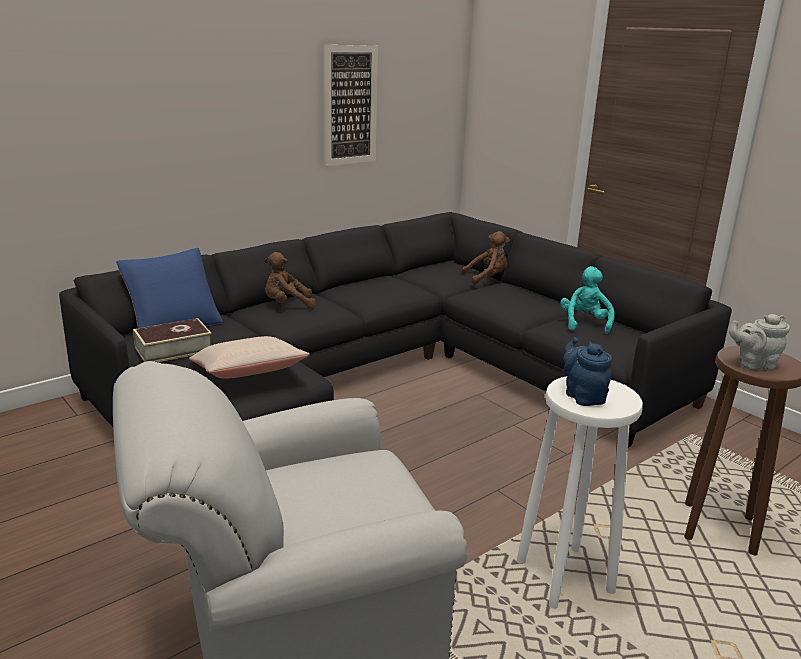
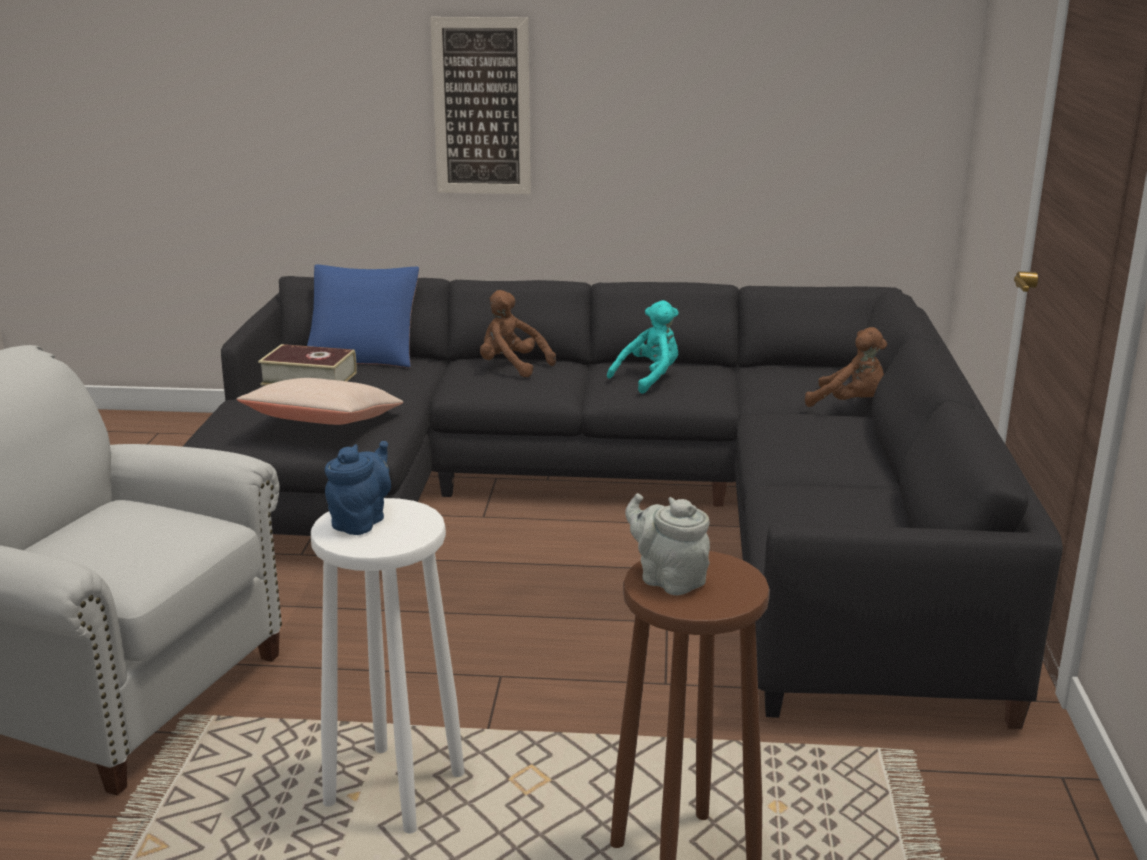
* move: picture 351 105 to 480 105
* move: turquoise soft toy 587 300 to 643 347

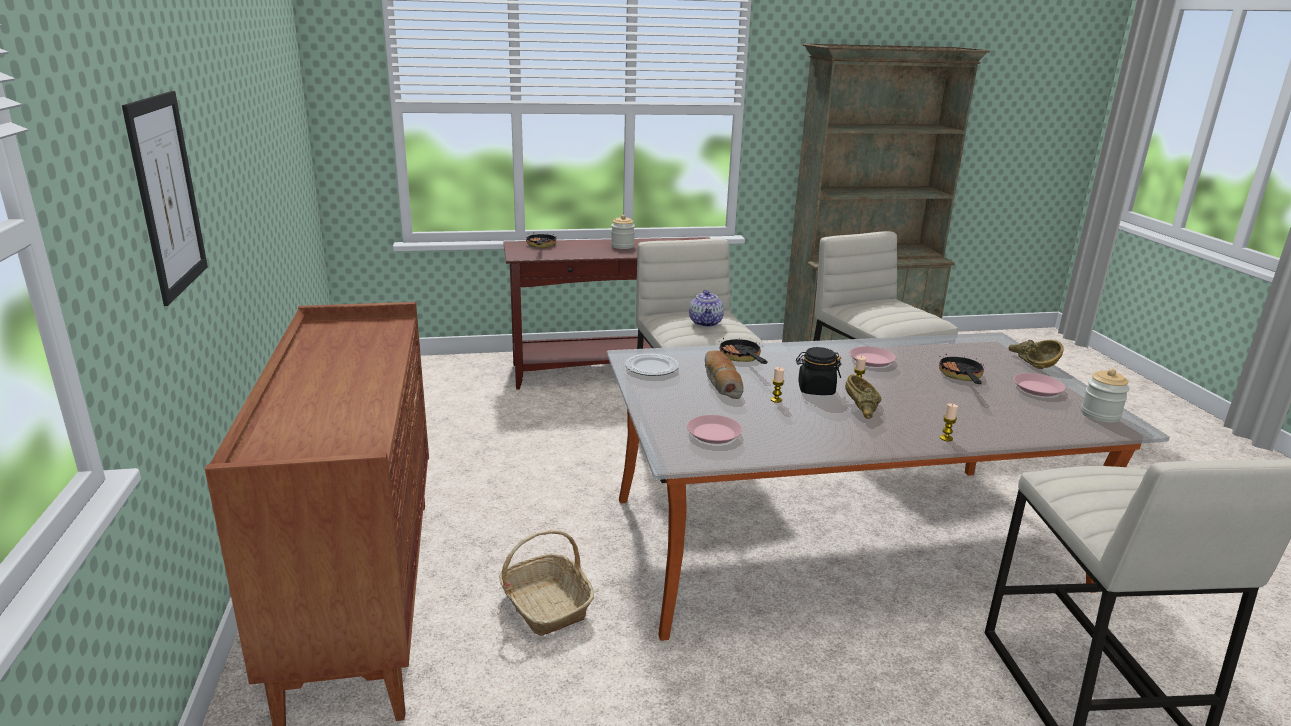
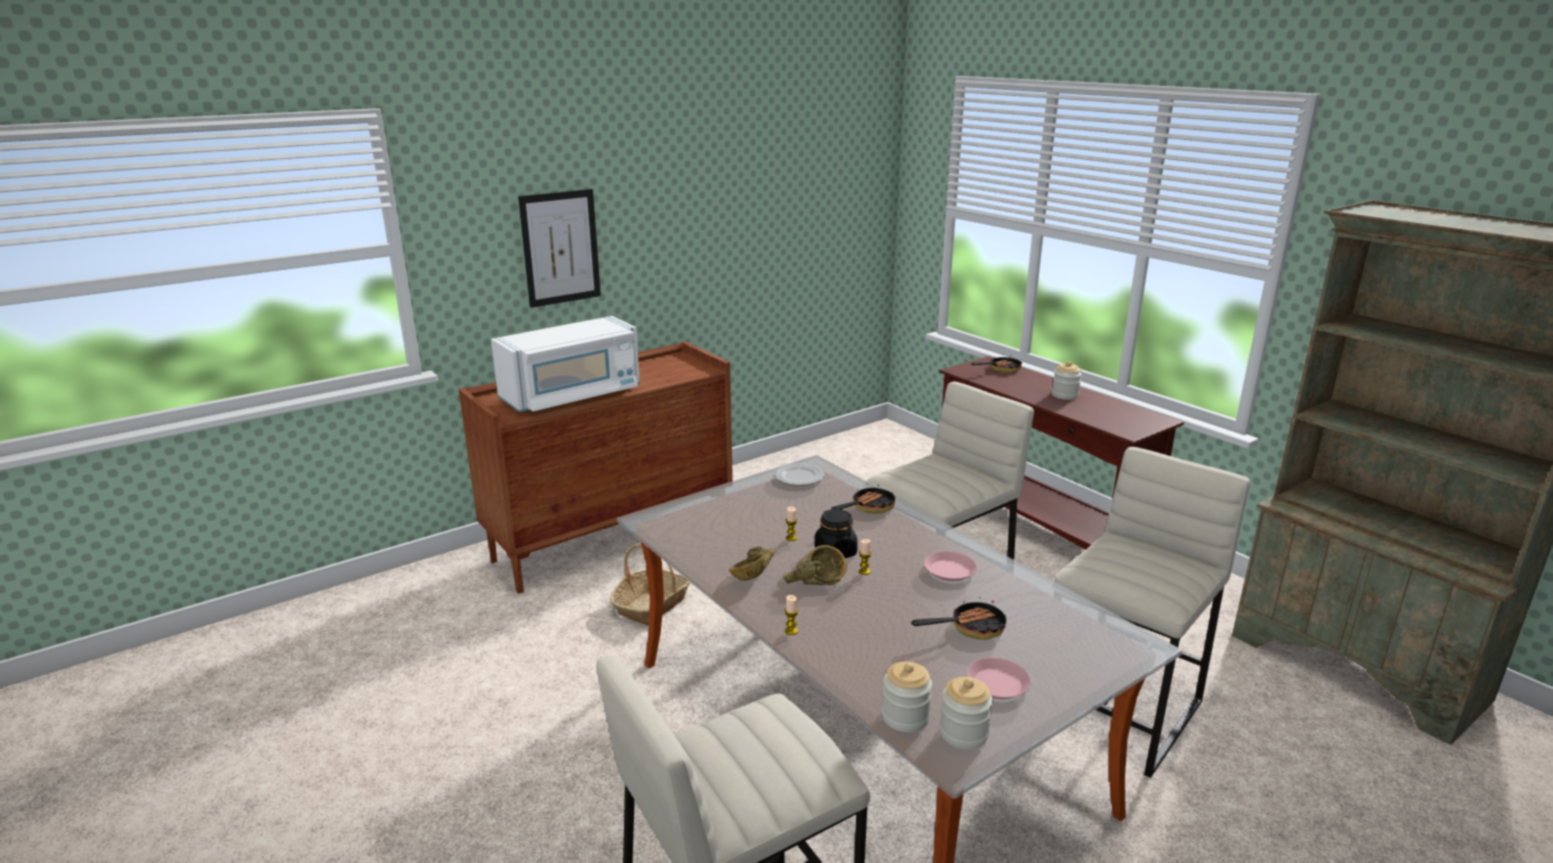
* insert: white microwave 565 364
* move: brown-coloured bowl 1036 354 to 751 563
* insert: storage jar 907 696
* delete: pink-coloured dinner plate 714 429
* delete: pot for tea 706 308
* delete: bread 724 374

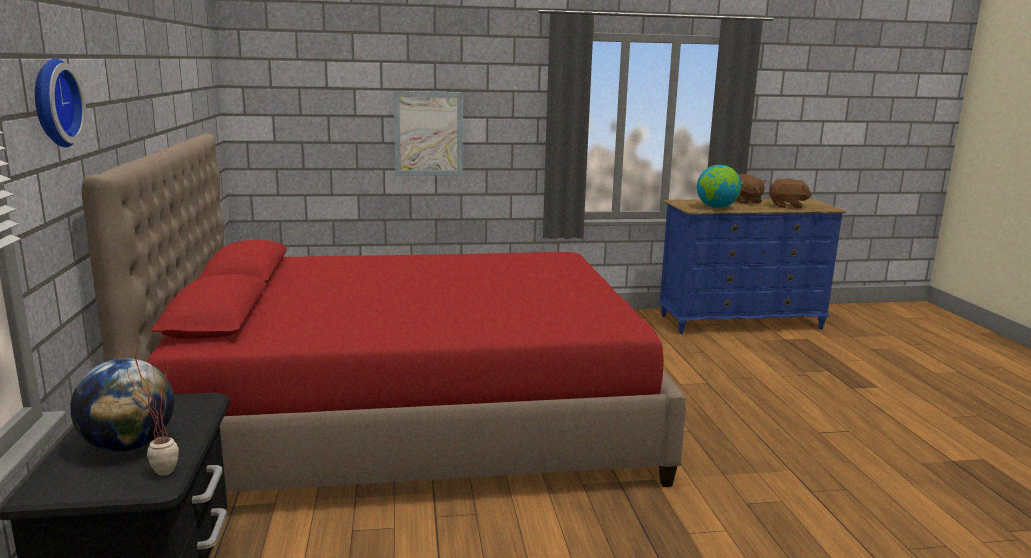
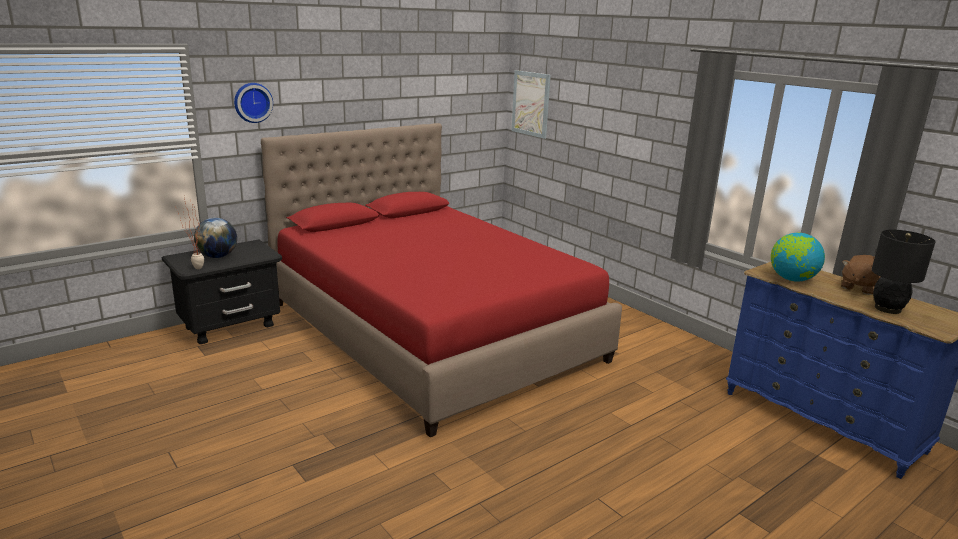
* move: picture 428 133 to 531 104
* replace: brown-coloured soft toy 790 193 to black table lamp 903 272

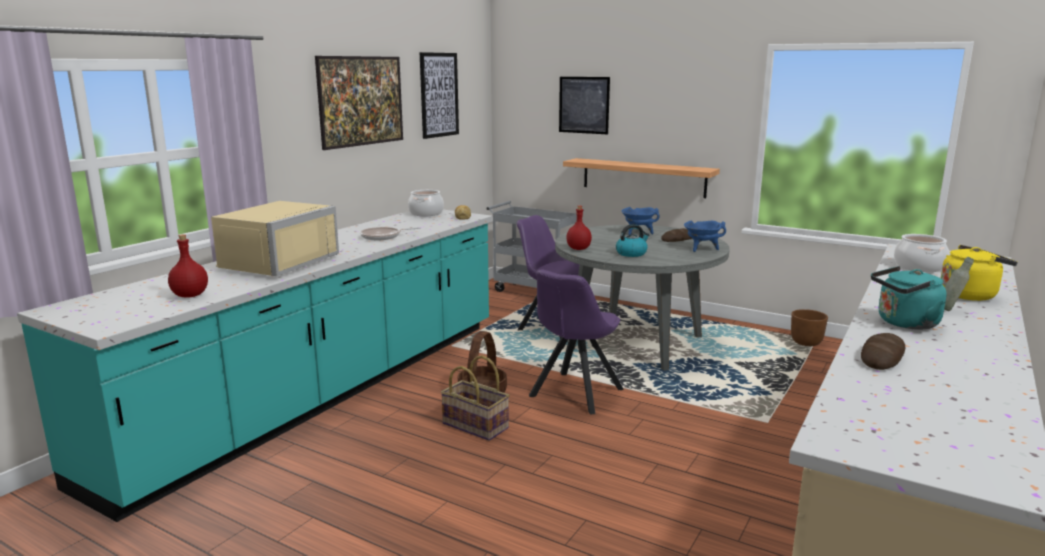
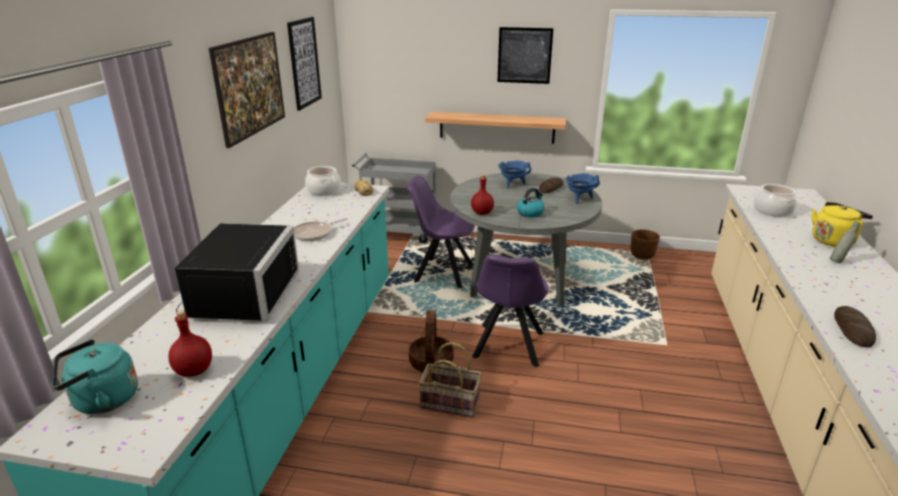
* move: turquoise tea kettle 909 298 to 95 377
* recolor: beige-coloured microwave 275 238 to black microwave 237 272
* move: picture 584 105 to 525 55

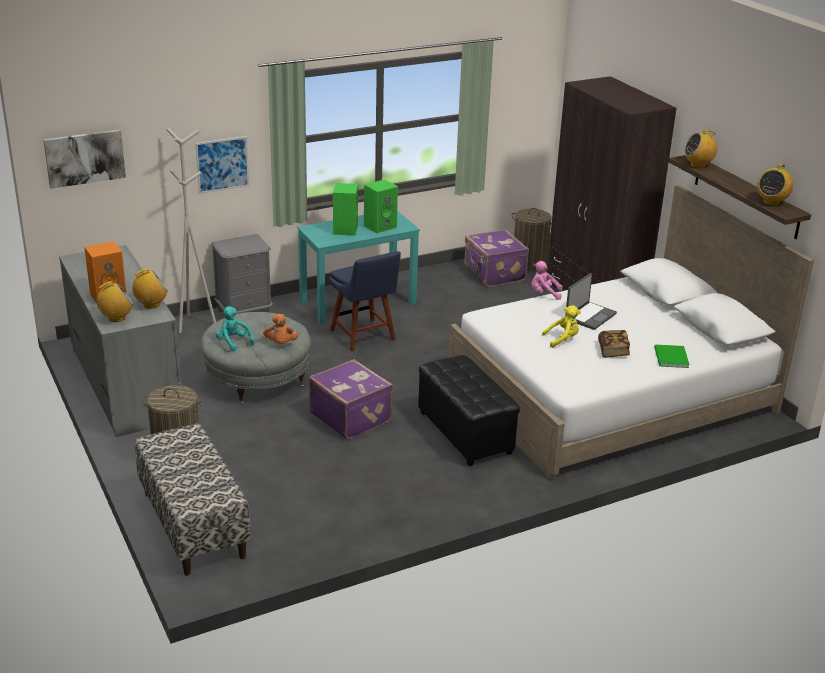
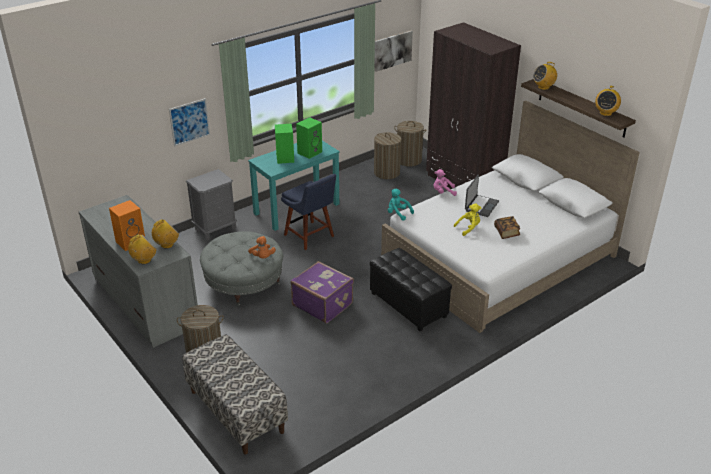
* move: picture 84 159 to 393 51
* replace: purple travel case 496 258 to hamper 387 155
* move: turquoise soft toy 234 328 to 401 205
* delete: gray garment stand 191 230
* delete: greenish bound book 672 356

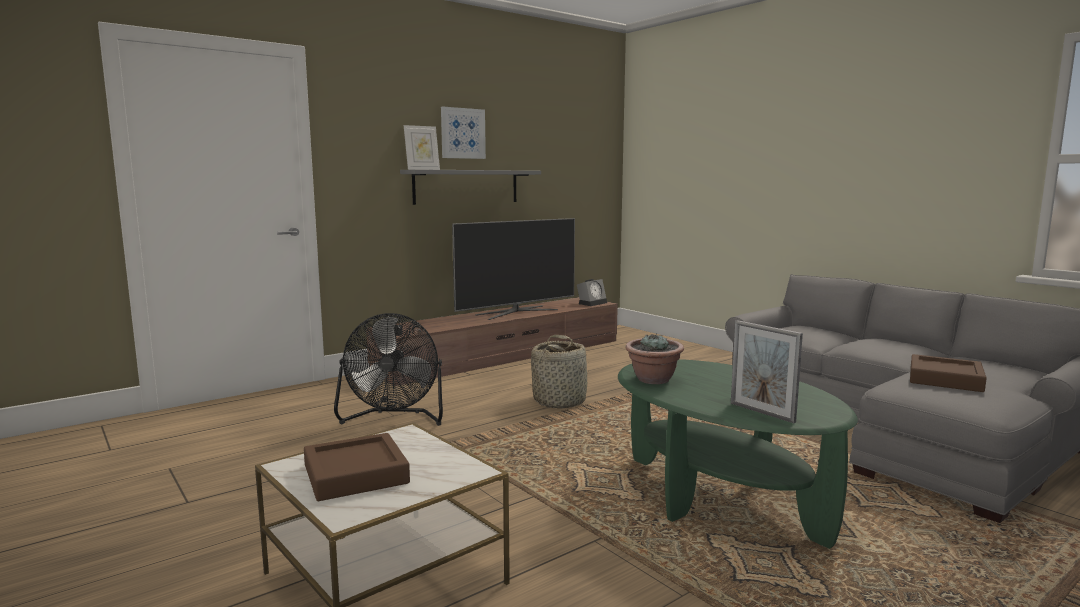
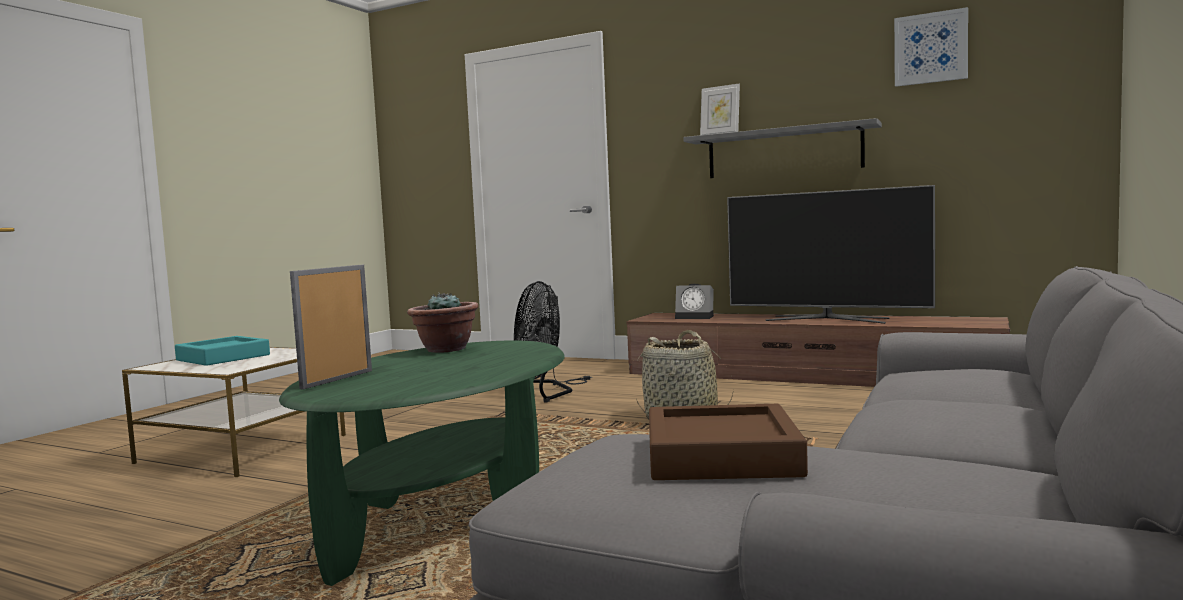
* recolor: brown-coloured carrying tray 357 467 to turquoise carrying tray 222 351
* move: bedside clock 592 292 to 694 301
* move: picture 463 133 to 931 47

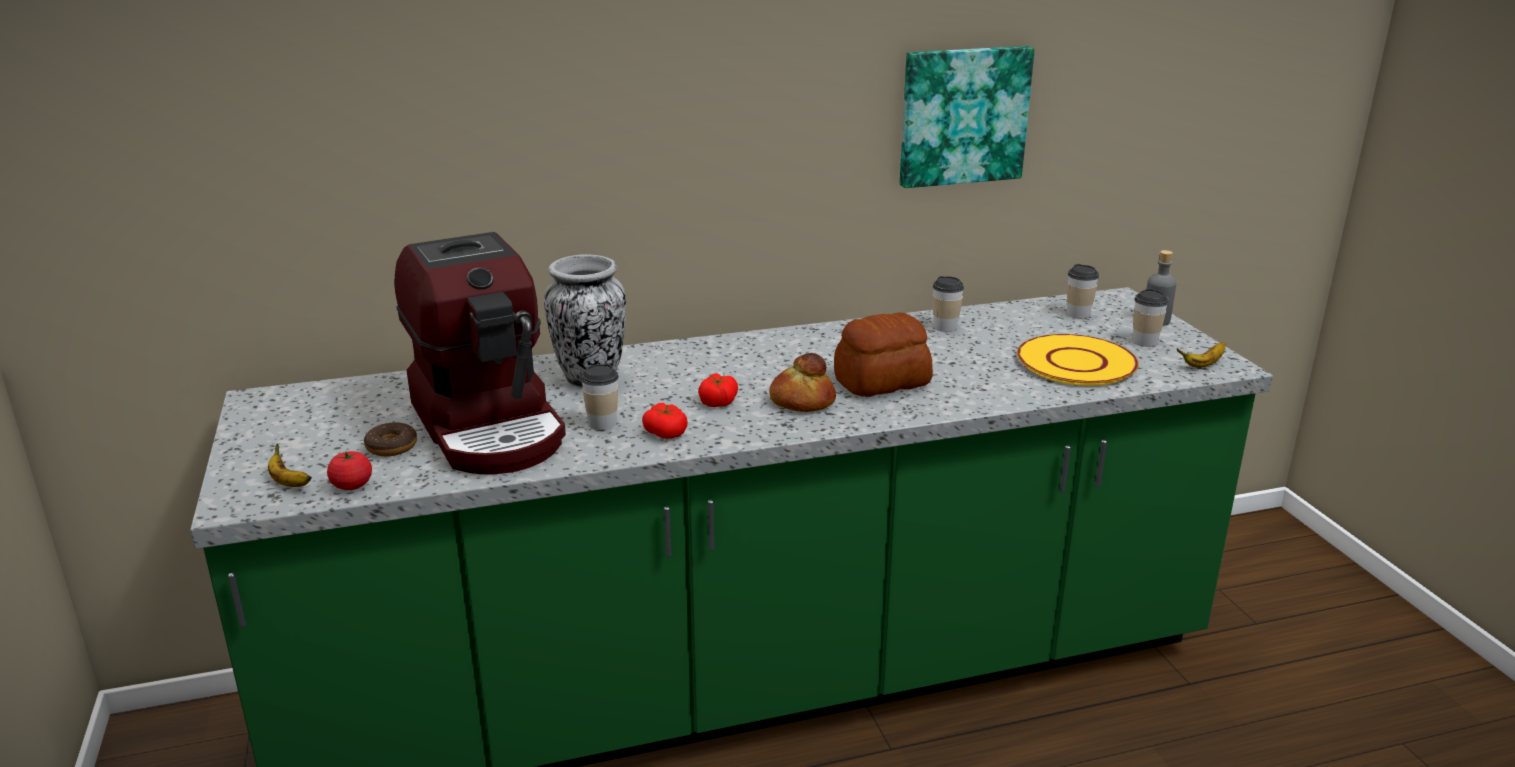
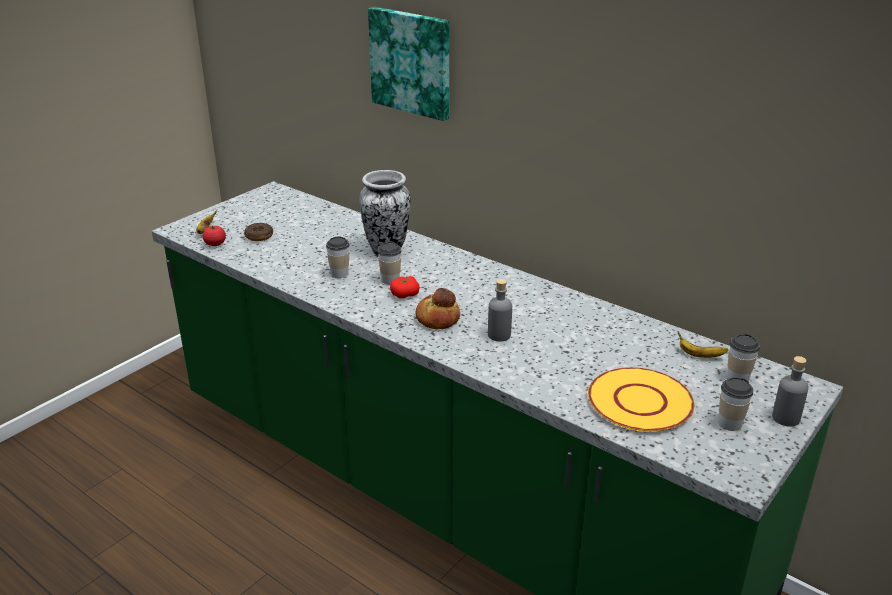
* move: picture 967 117 to 408 64
* move: small cup 948 304 to 389 262
* replace: bread 883 354 to gray drink bottle 500 310
* move: banana fruit 1201 355 to 702 344
* delete: coffee brewer 480 353
* delete: fresh tomato 665 421

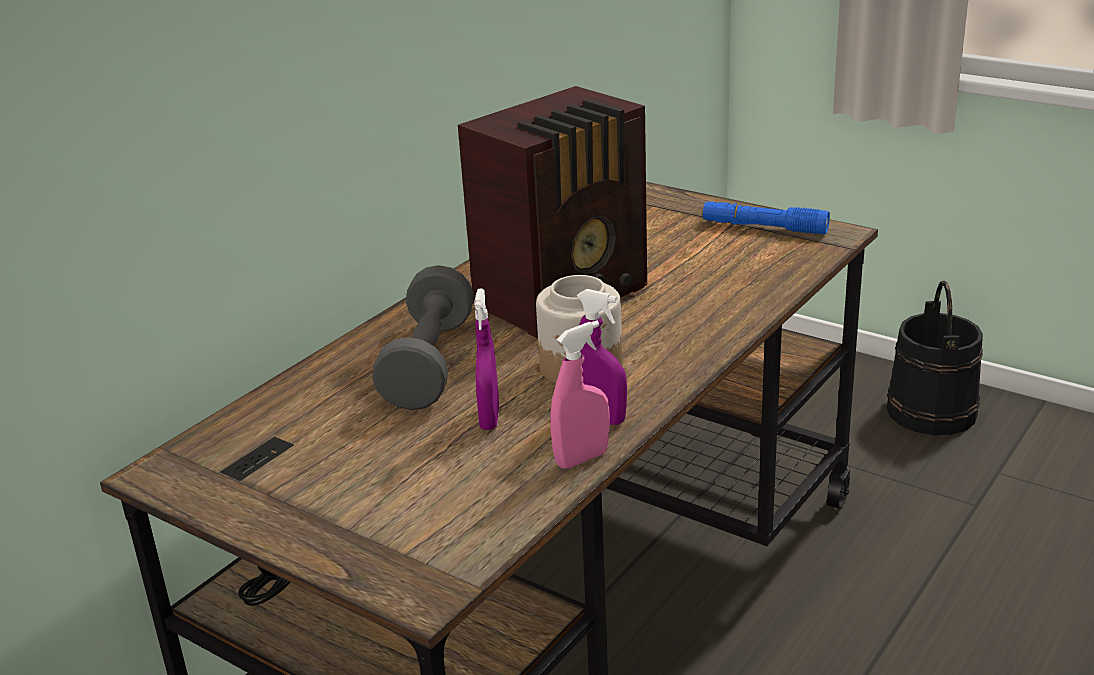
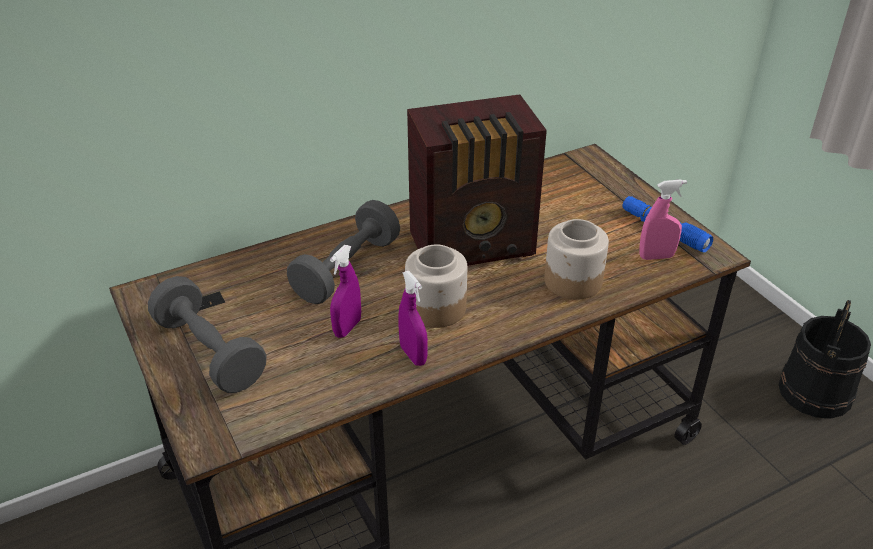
* insert: gray hand weight 207 334
* insert: storage jar 576 259
* move: pink-coloured sprayer 580 394 to 663 219

